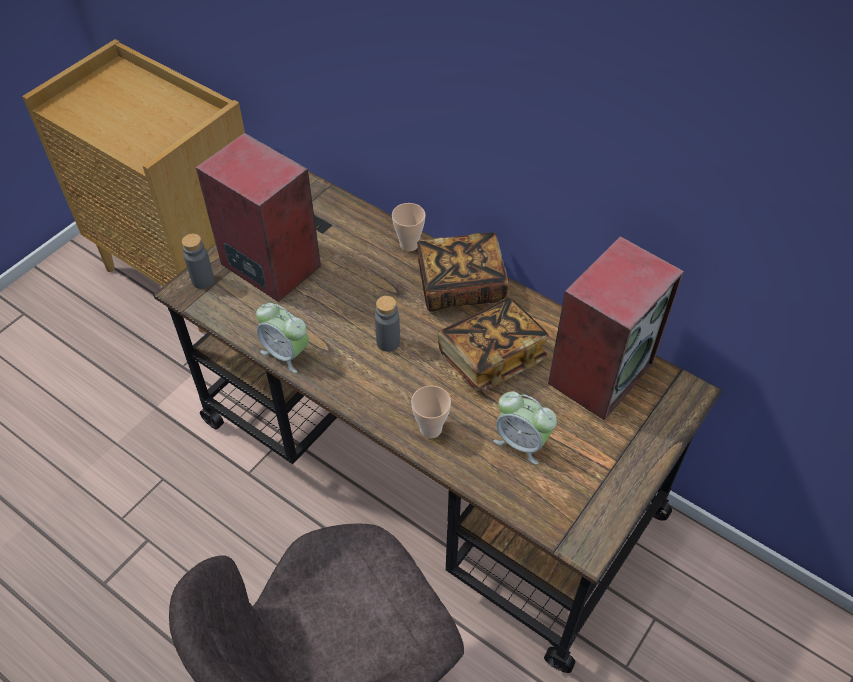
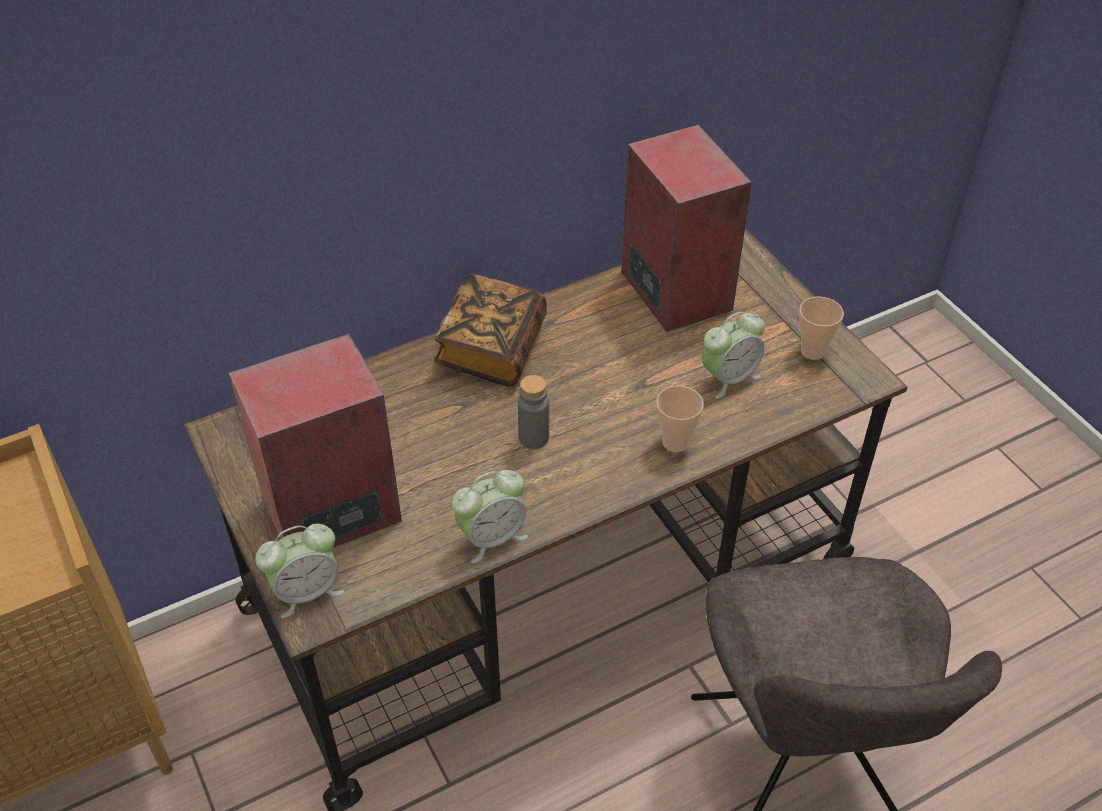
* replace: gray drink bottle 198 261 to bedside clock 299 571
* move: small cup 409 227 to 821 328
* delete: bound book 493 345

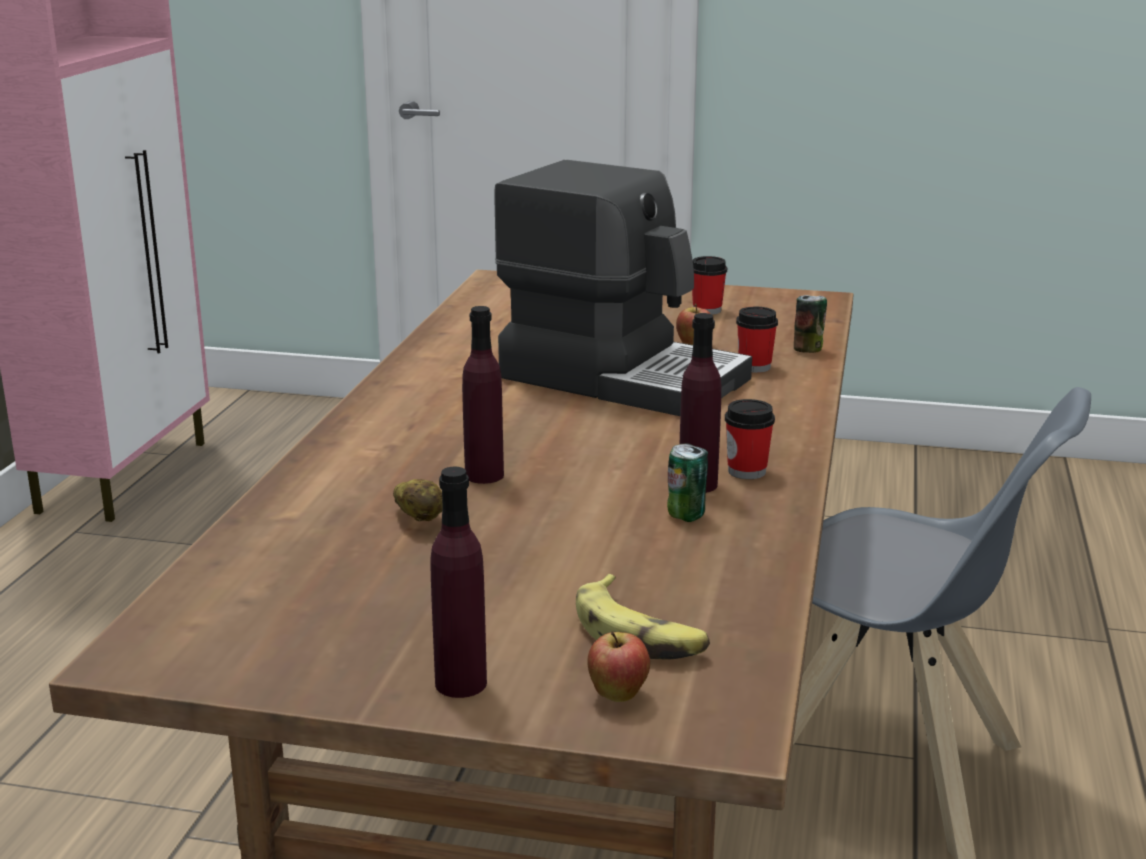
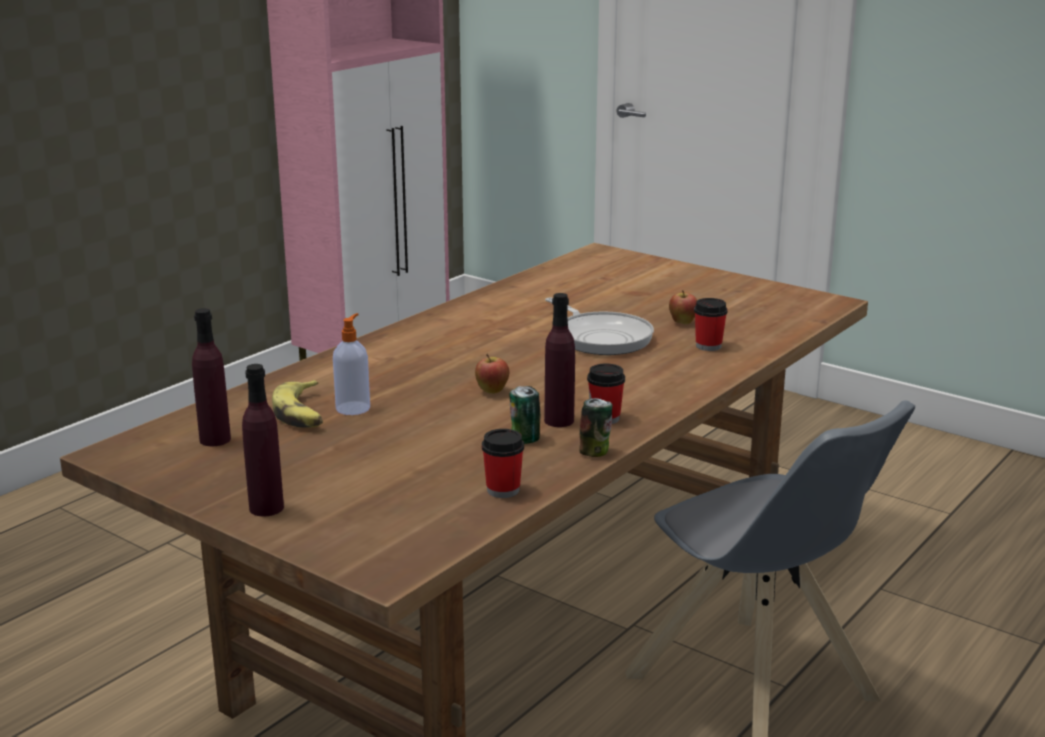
* move: purple drink bottle 483 395 to 211 377
* move: banana fruit 643 616 to 297 404
* replace: potato 418 500 to soap bottle 351 364
* move: apple fruit 618 666 to 492 373
* move: small cup 709 285 to 503 463
* replace: coffee brewer 623 288 to skillet 599 326
* move: can 810 324 to 595 427

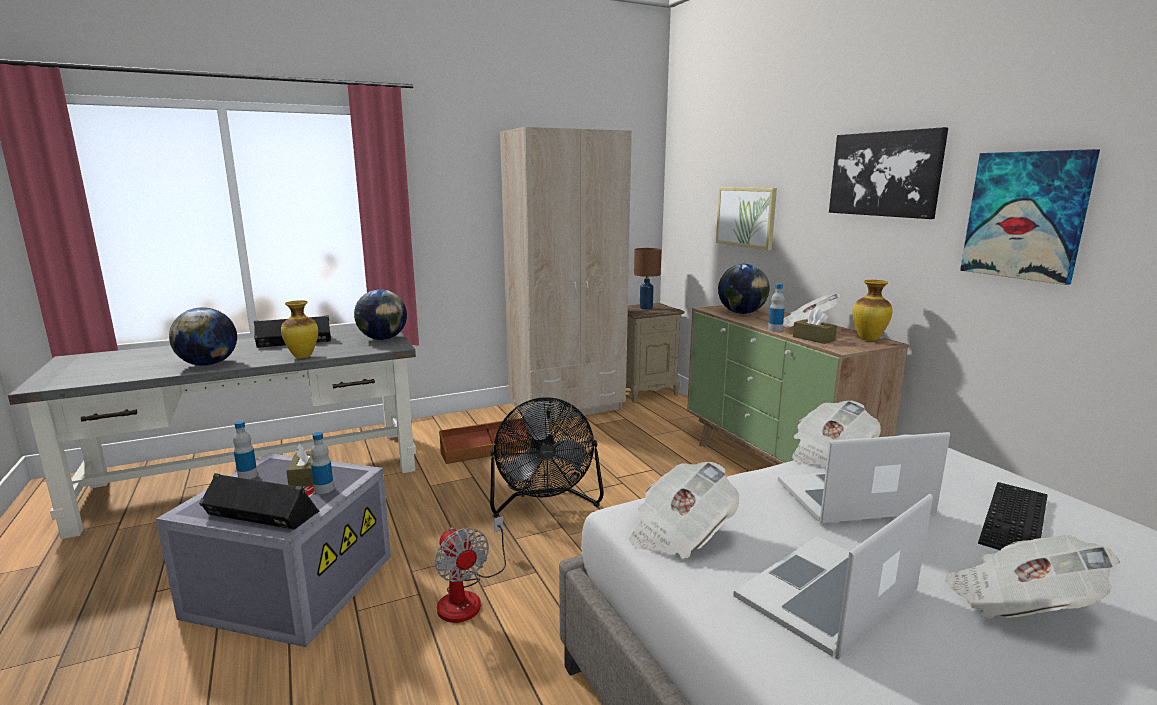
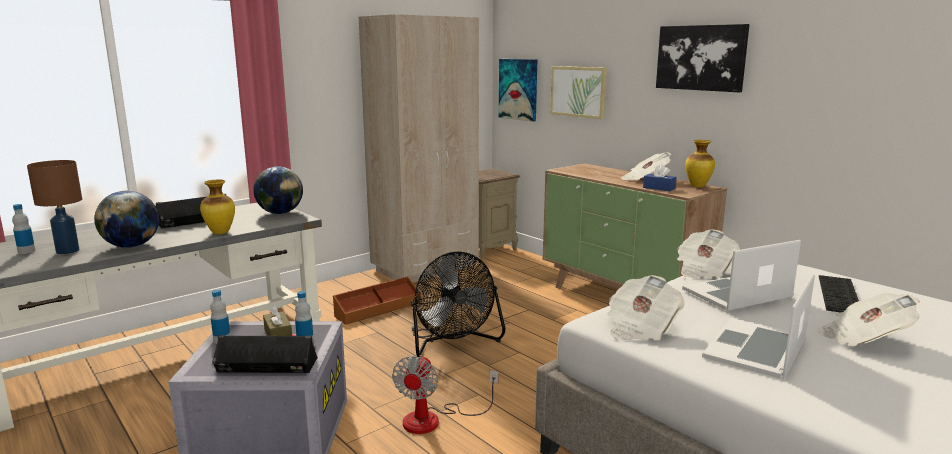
* move: drink bottle 776 308 to 24 229
* move: brown-coloured table lamp 647 278 to 54 207
* rotate: cooling fan 470 569 = 445 394 60 degrees clockwise
* move: picture 1030 217 to 518 90
* recolor: brown-coloured box of tissues 815 326 to bluish box of tissues 660 177
* delete: globe 744 289

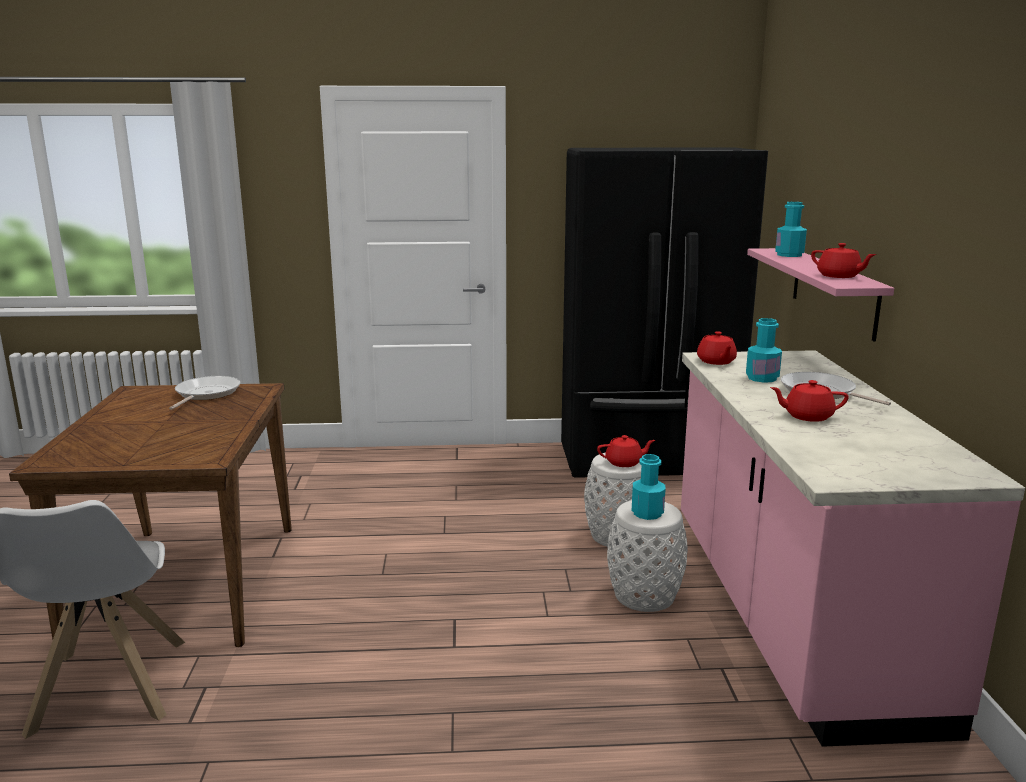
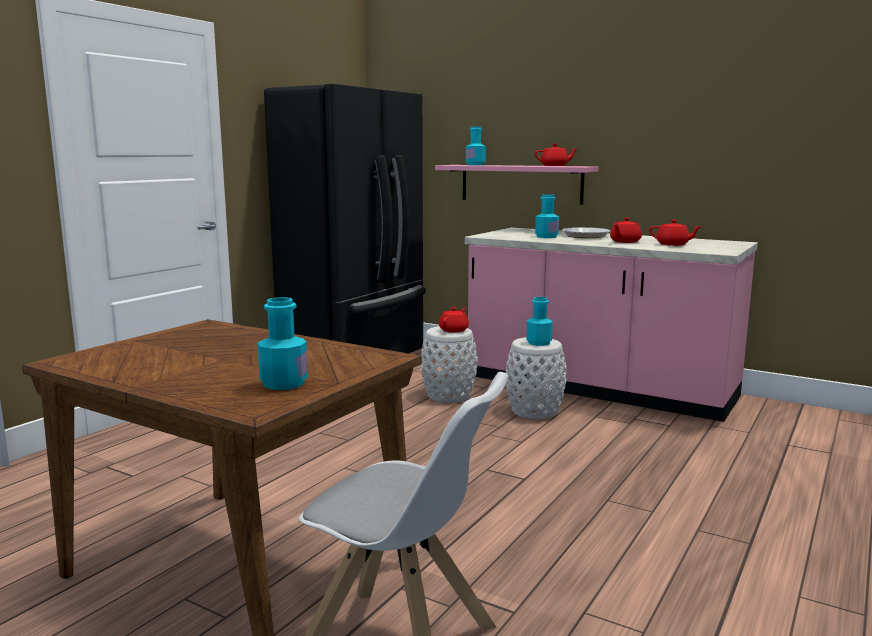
* insert: turquoise drink bottle 283 343
* move: reddish pot for tea 717 348 to 675 233
* delete: skillet 204 393

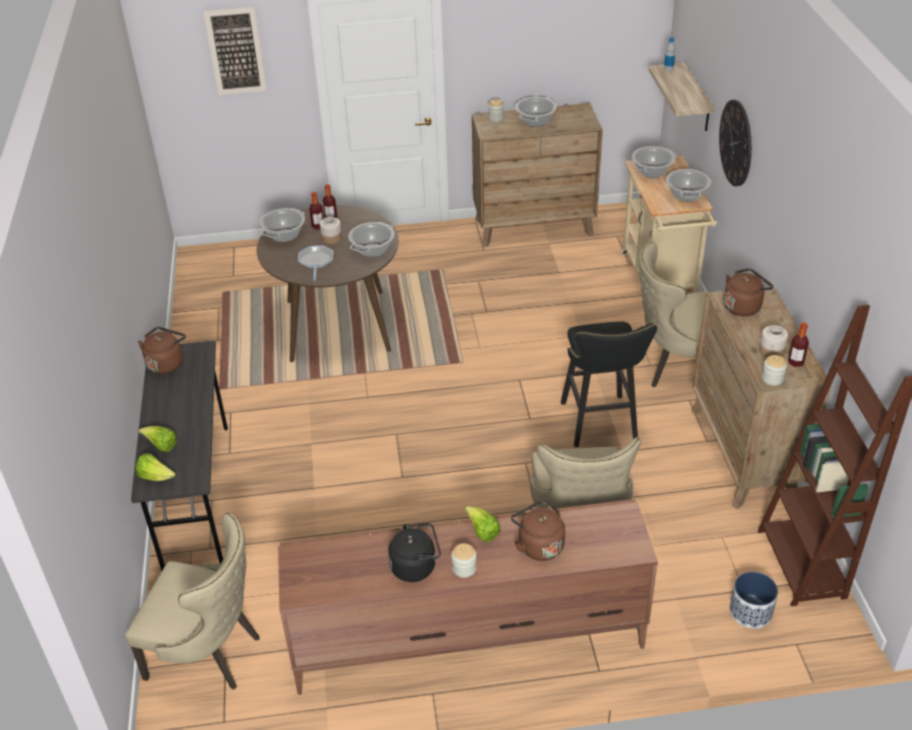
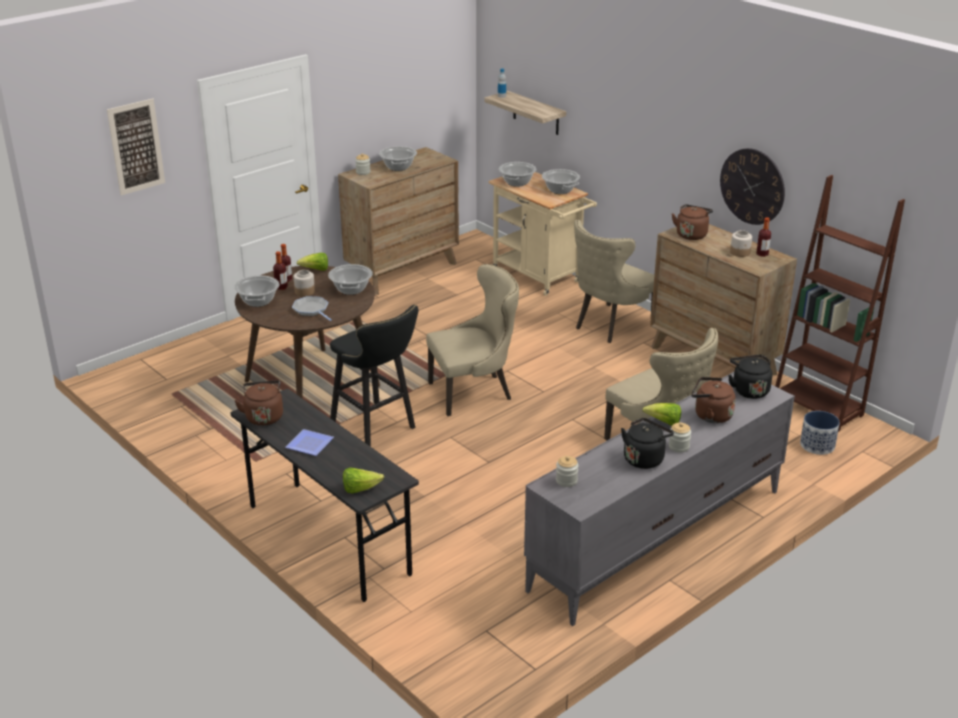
* insert: dinner plate 309 442
* move: lettuce head 158 439 to 312 262
* move: black stool 609 384 to 374 376
* move: beige-coloured chair 192 601 to 472 340
* recolor: brown-coloured cabinet 468 597 to gray cabinet 659 499
* move: storage jar 774 370 to 567 471
* move: hanging clock 735 143 to 752 186
* insert: black tea kettle 750 377

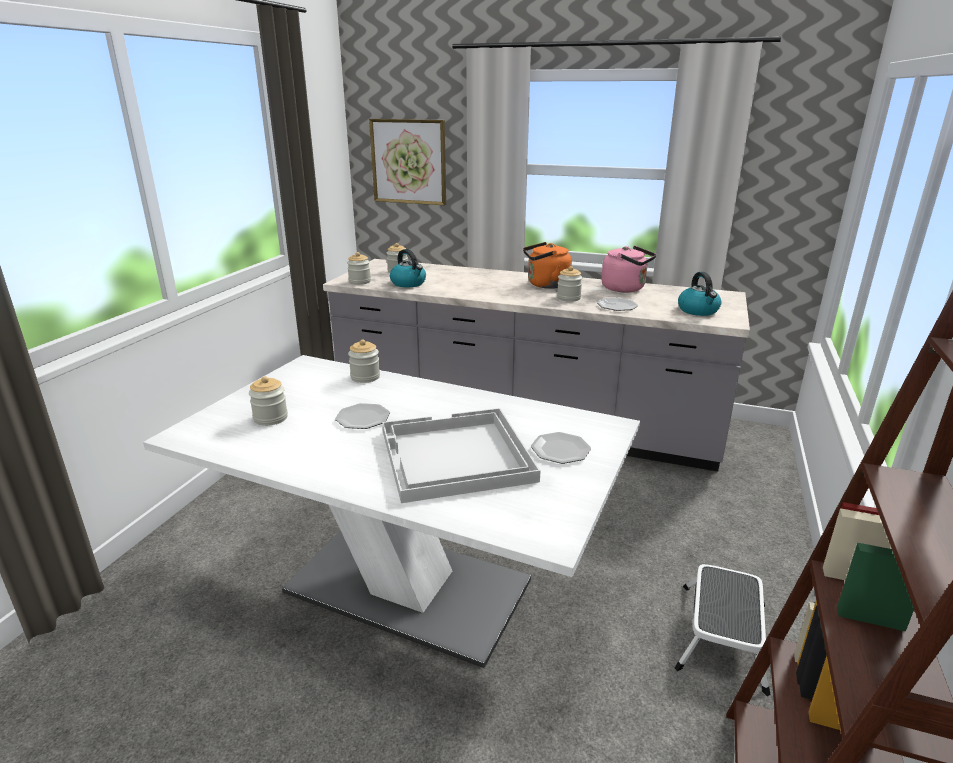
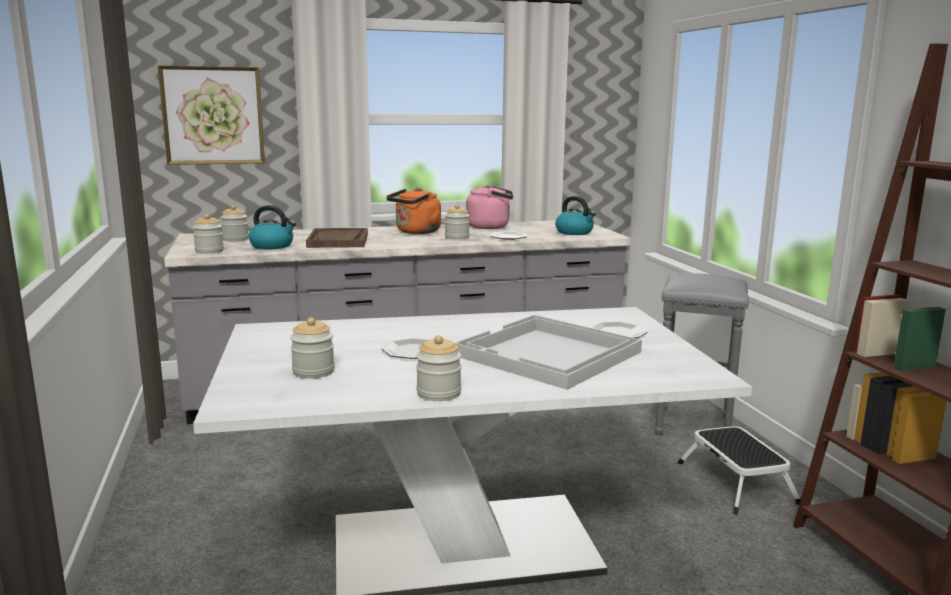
* insert: brown-coloured carrying tray 337 238
* move: storage jar 364 361 to 438 368
* insert: gray stool 702 354

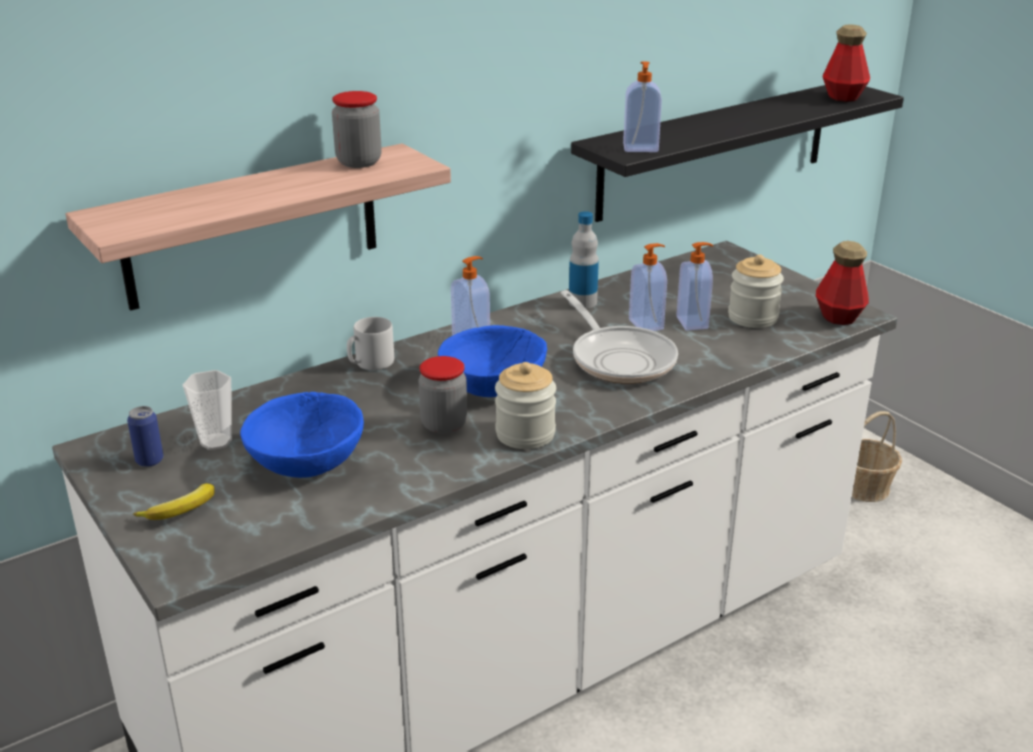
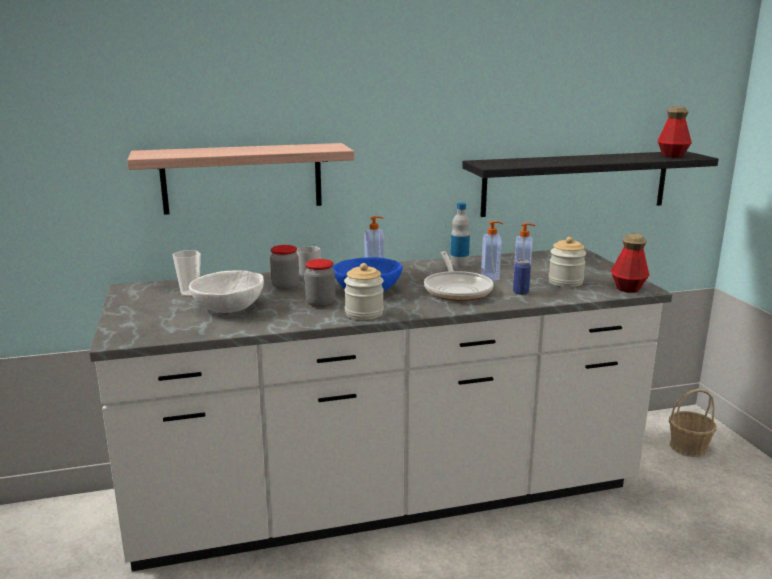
* recolor: bluish bowl 302 435 to white bowl 226 291
* move: storage jar 357 129 to 284 267
* move: can 145 436 to 522 277
* delete: banana fruit 174 501
* delete: soap bottle 642 107

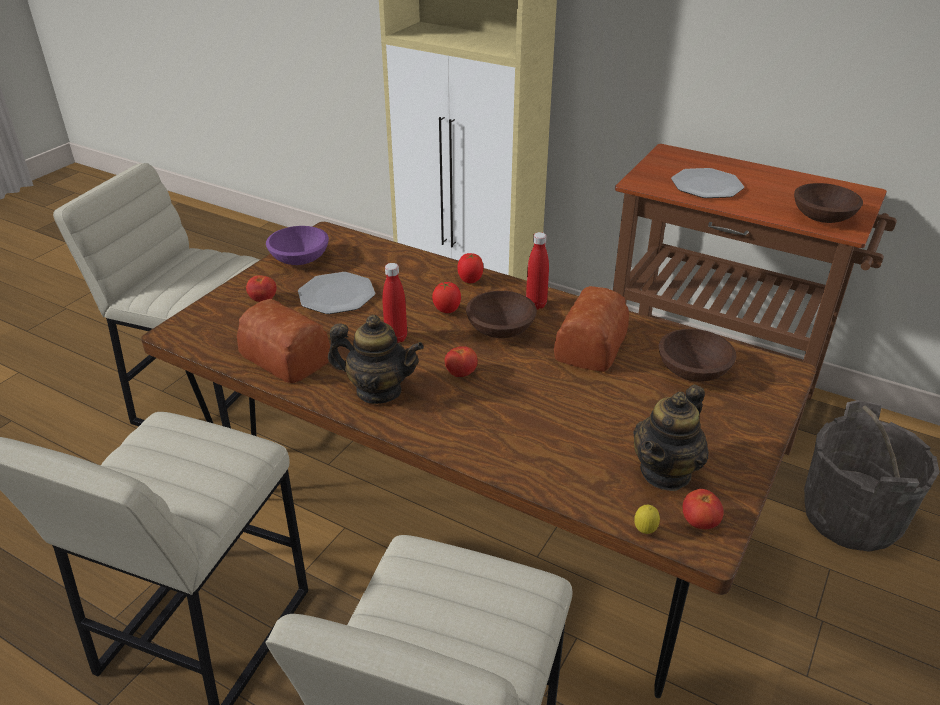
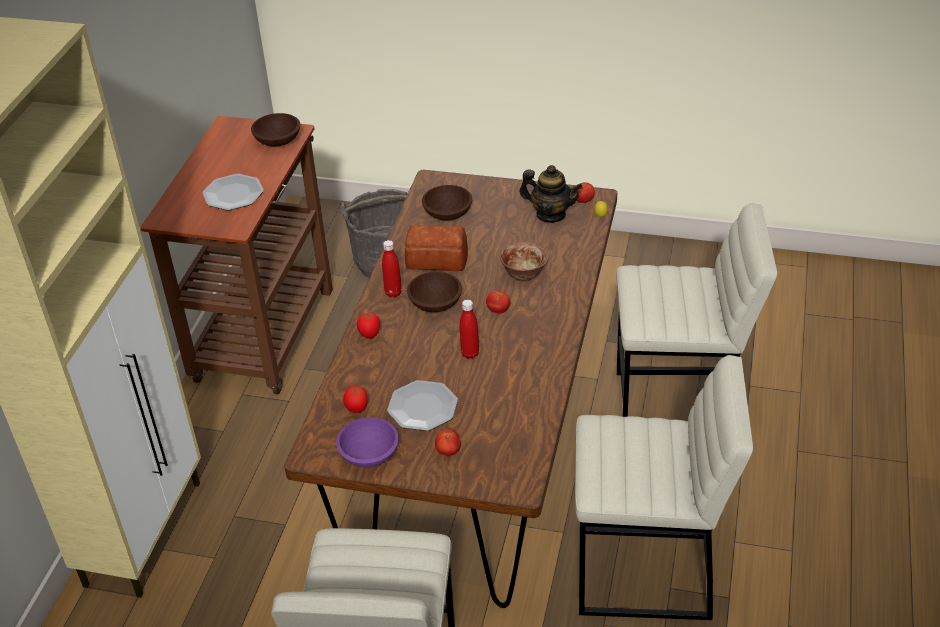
* move: fresh tomato 446 297 to 355 399
* insert: bowl 524 262
* delete: bread 283 341
* delete: pot for tea 376 359

